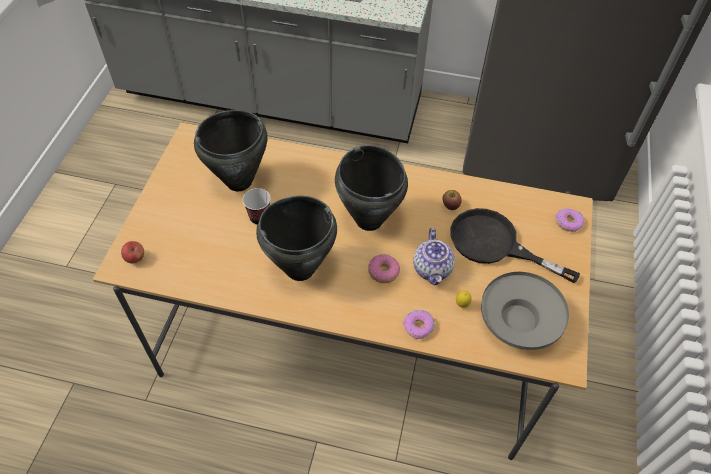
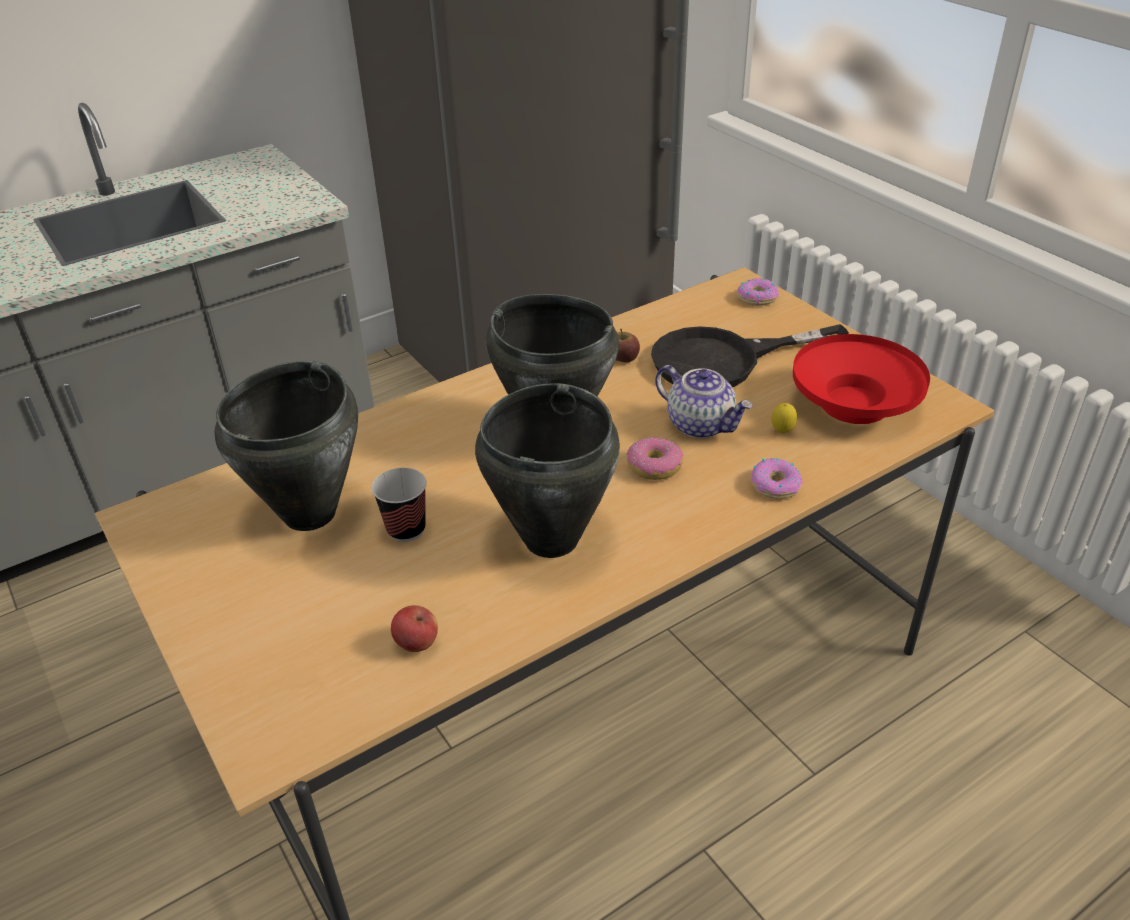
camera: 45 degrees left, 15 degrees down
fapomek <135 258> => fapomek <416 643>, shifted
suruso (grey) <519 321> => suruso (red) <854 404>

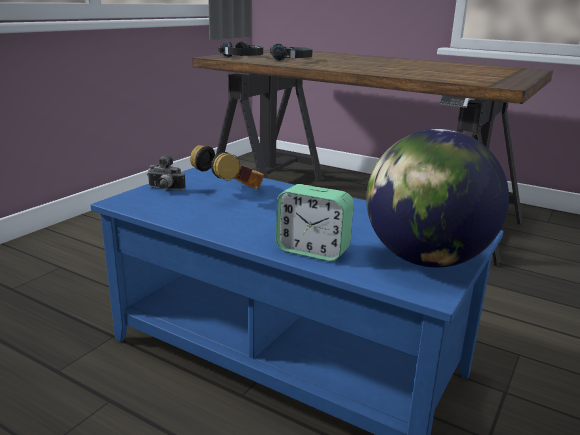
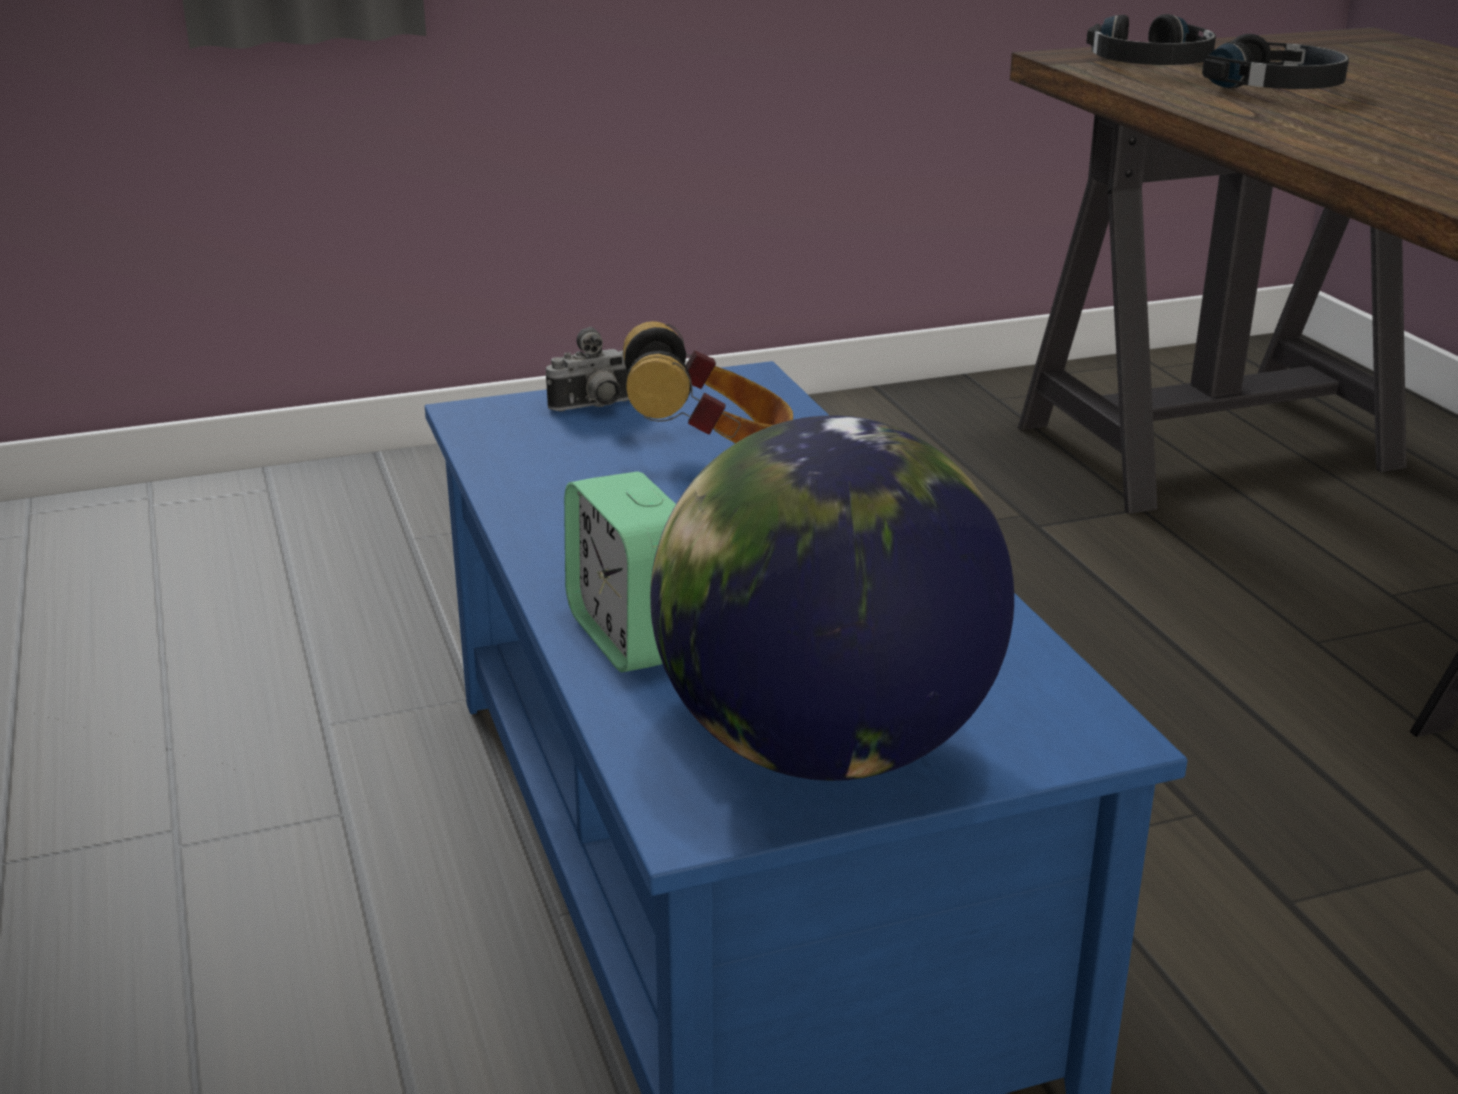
camera: 40 degrees right, 5 degrees up
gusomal <165 189> => gusomal <594 407>, 75 degrees counterclockwise

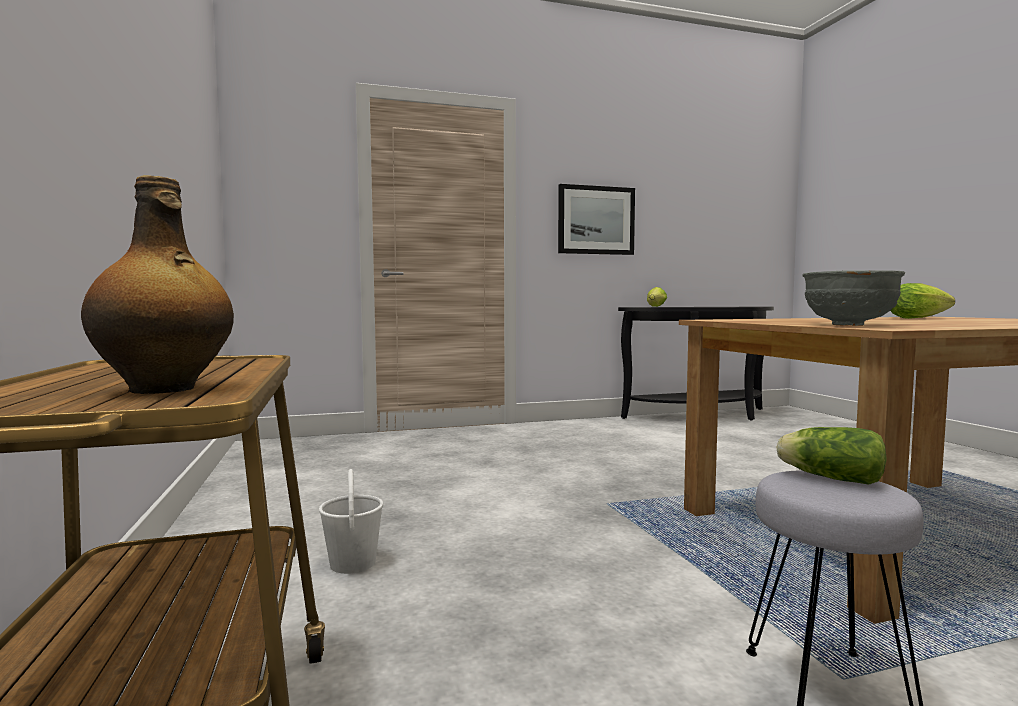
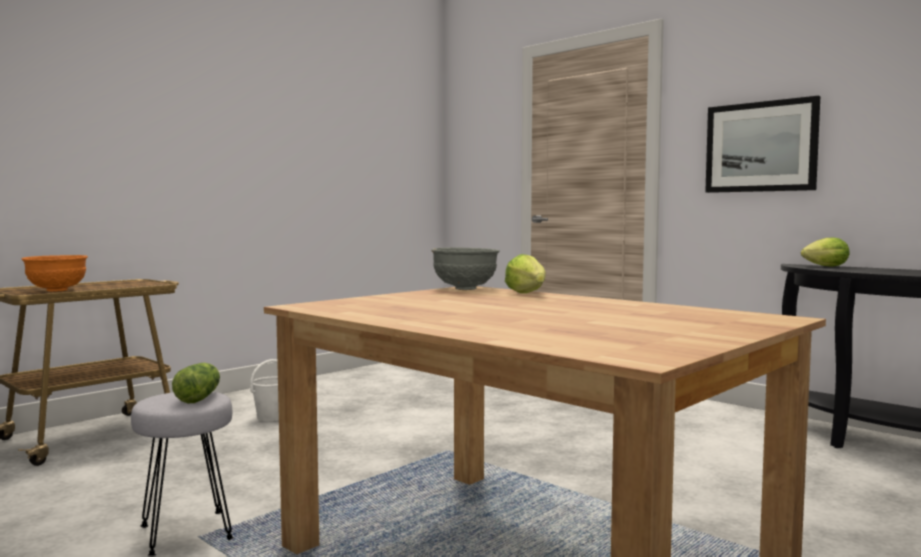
camera: 60 degrees right, 0 degrees up
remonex <164 389> => suruso (orange) <56 290>
suruso (grey) <849 325> => suruso (grey) <466 289>, shifted
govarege <920 318> => govarege <528 294>, shifted

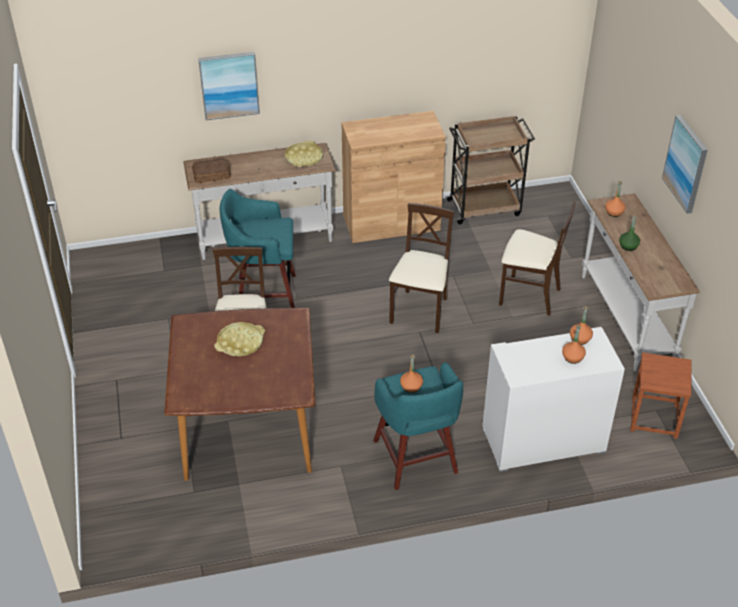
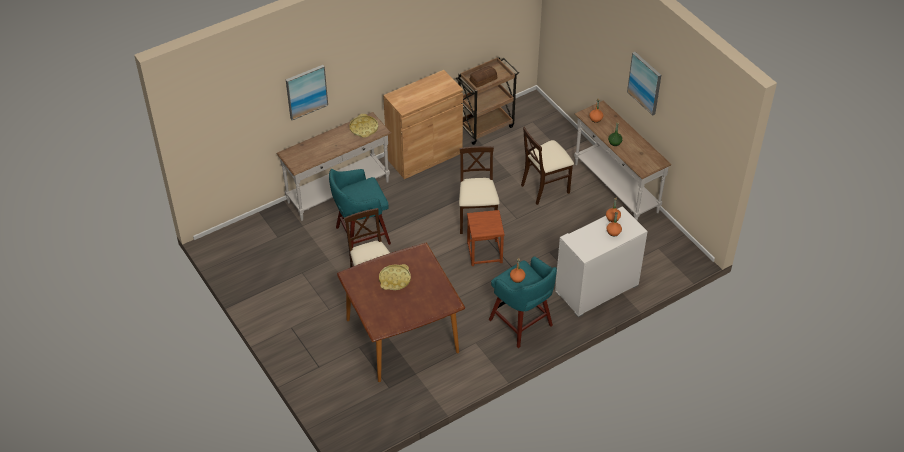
camera: 20 degrees left, 5 degrees up
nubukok <211 175> => nubukok <482 79>, shifted
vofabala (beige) <529 295> => vofabala (beige) <545 188>, 150 degrees clockwise
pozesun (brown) <653 417> => pozesun (brown) <484 252>, shifted

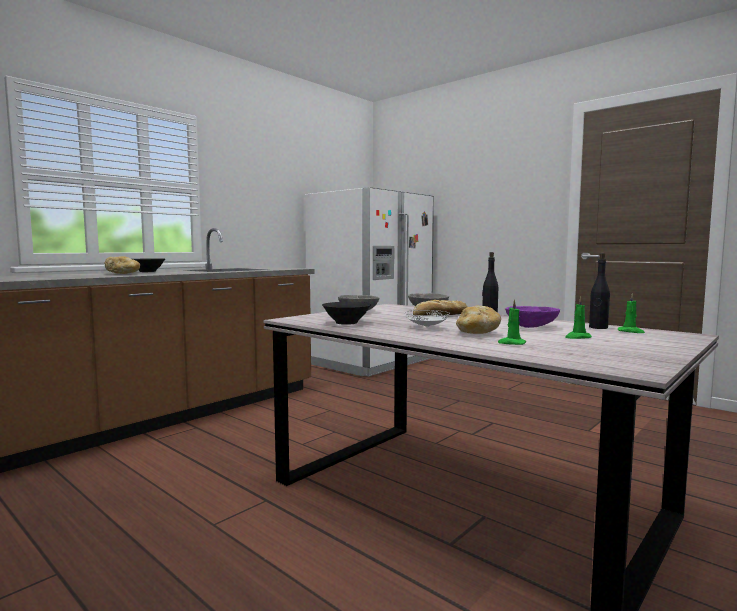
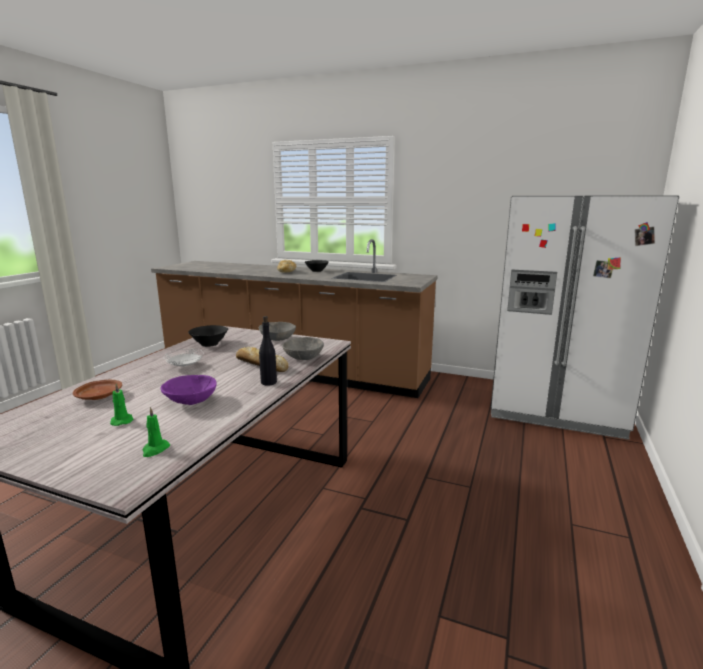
camera: 70 degrees right, 10 degrees up
nubukok <478 333> => nothing
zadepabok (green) <511 343> => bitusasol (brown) <99 396>
remonex (black) <598 327> => nothing

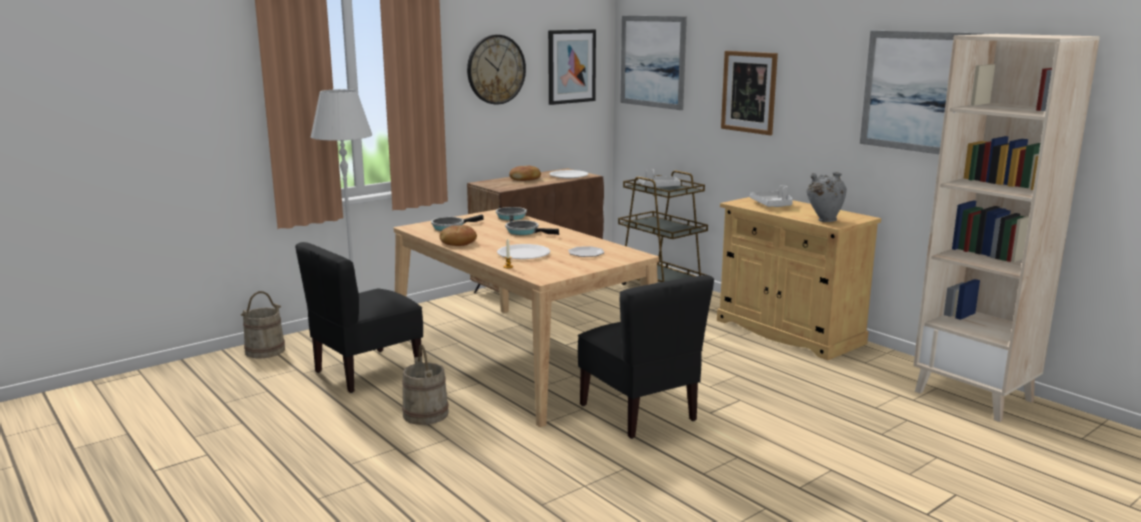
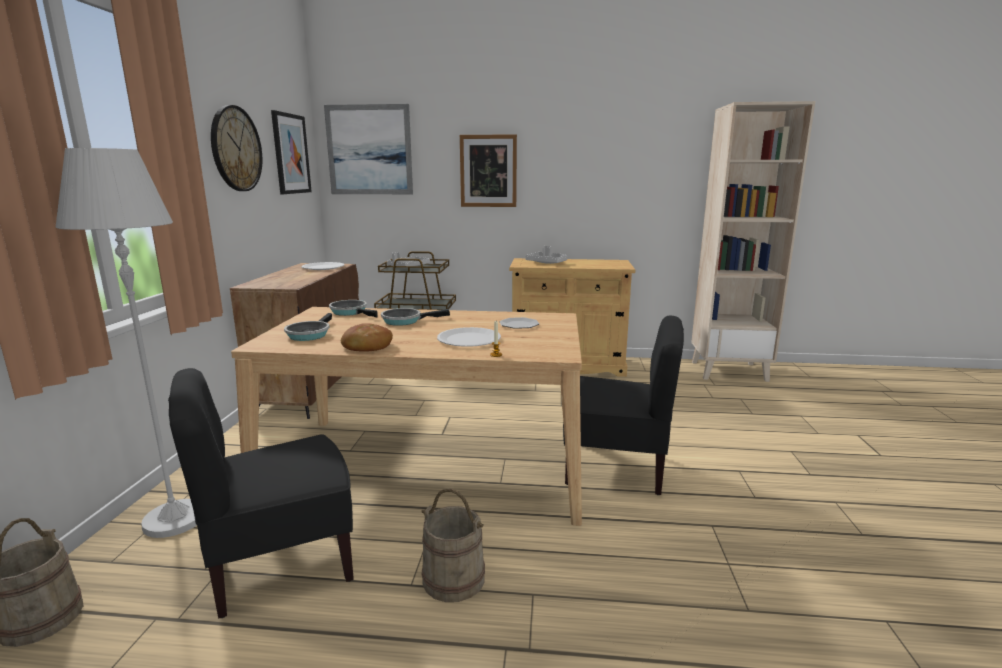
camera: 45 degrees left, 0 degrees up
vofabala (black) <367 372> => vofabala (black) <280 564>, 60 degrees clockwise
nubukok <525 179> => nothing
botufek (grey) <824 220> => nothing
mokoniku <918 92> => nothing

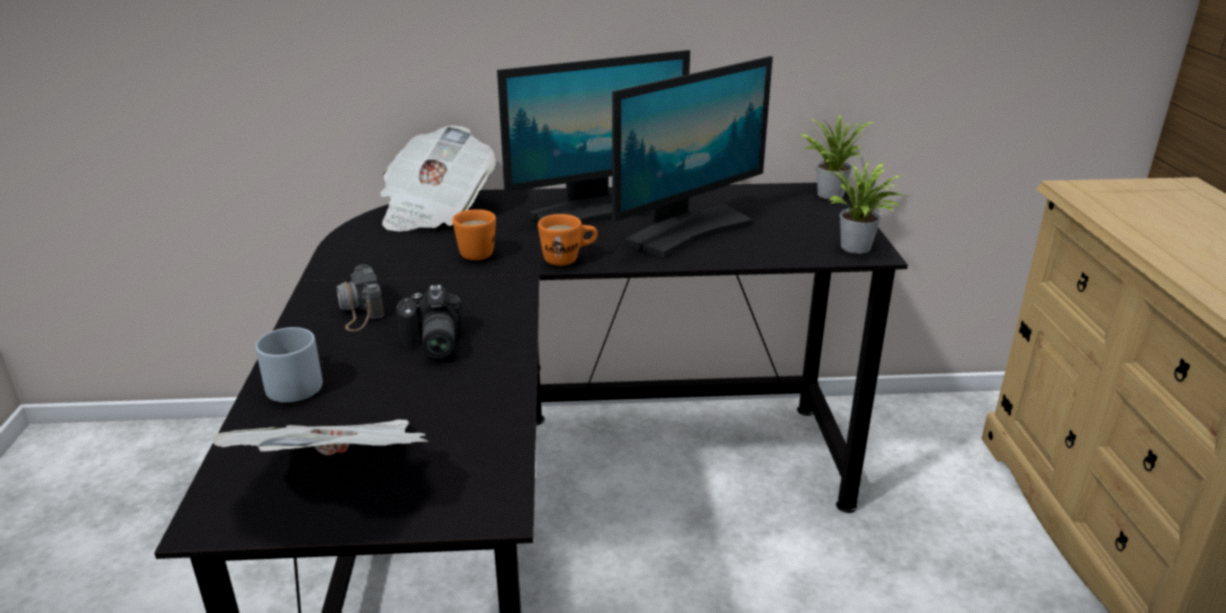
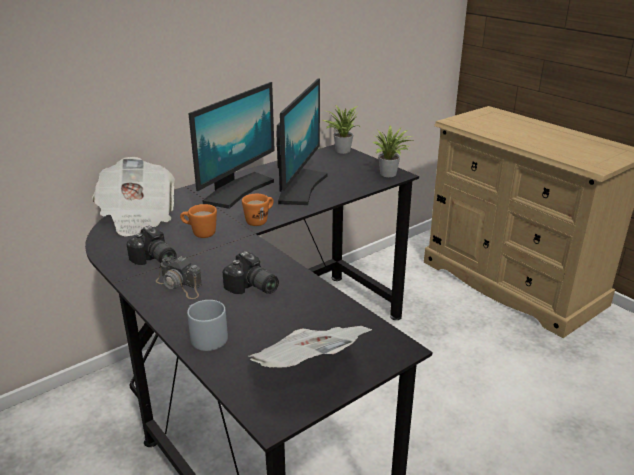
camera: 35 degrees left, 0 degrees up
nothing => gusomal <154 260>

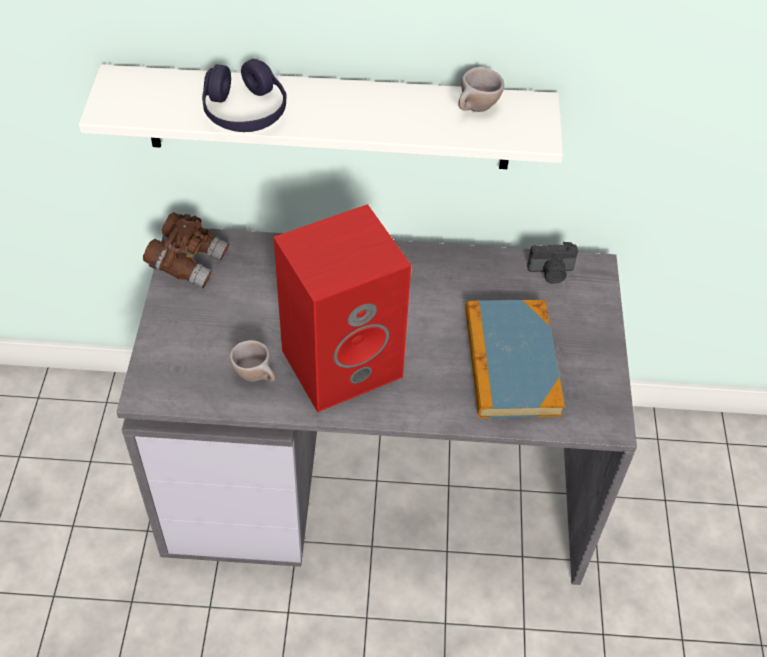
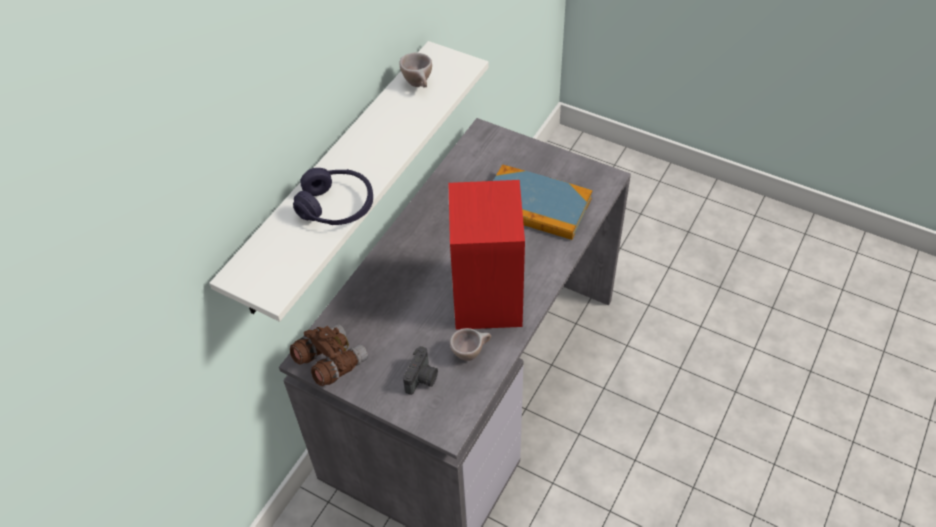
camera: 60 degrees left, 0 degrees up
gusomal <551 273> => gusomal <422 379>, shifted

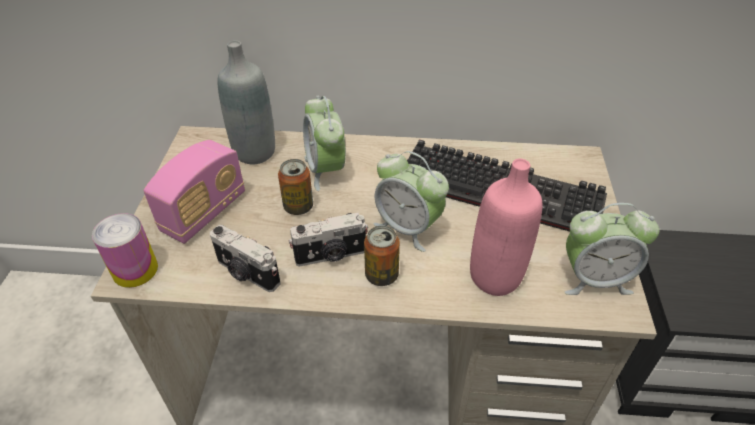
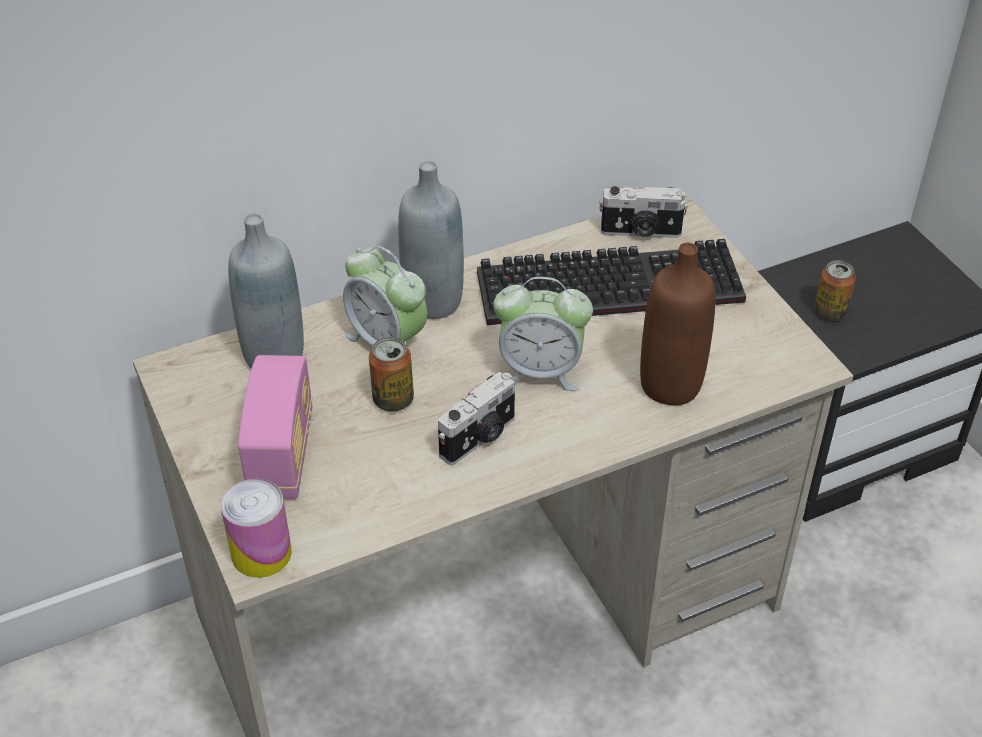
camera: 30 degrees left, 0 degrees up
gusomal <247 273> => gusomal <641 232>, shifted
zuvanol <381 275> => zuvanol <830 312>, shifted
remonex (pink) <495 277> => remonex (brown) <670 385>
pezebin <594 278> => nothing
nothing => remonex (grey) <433 301>

